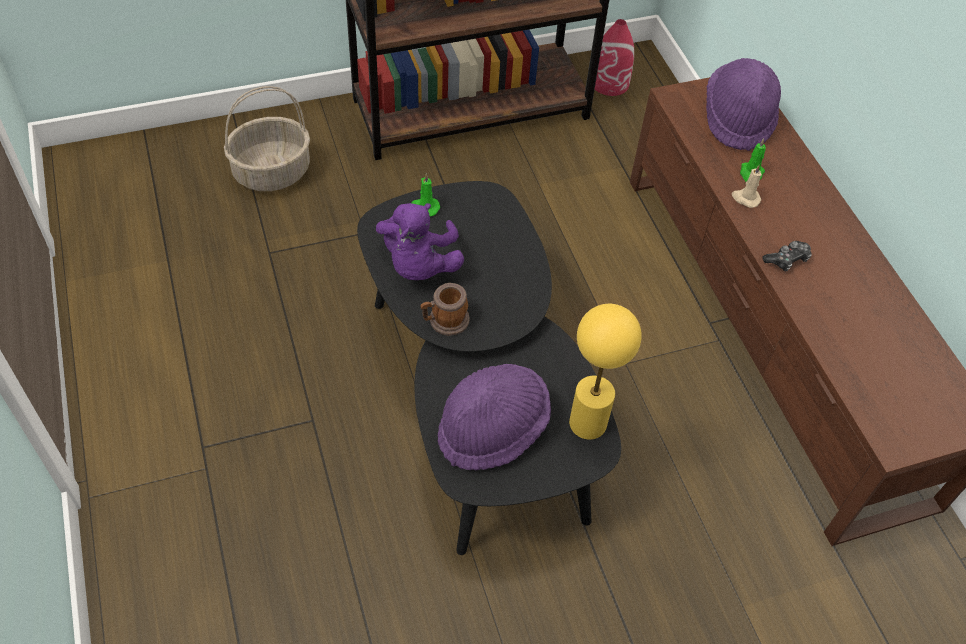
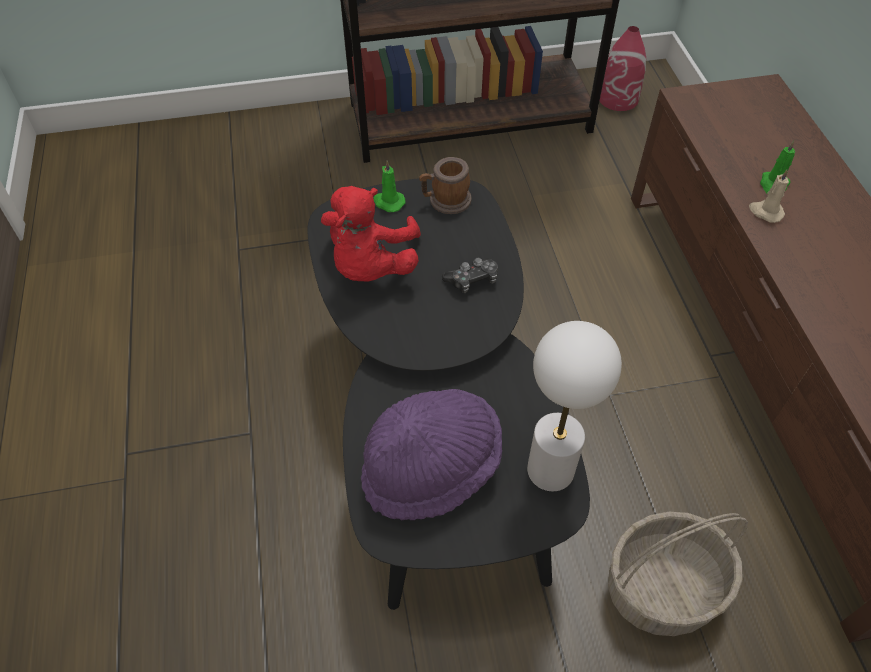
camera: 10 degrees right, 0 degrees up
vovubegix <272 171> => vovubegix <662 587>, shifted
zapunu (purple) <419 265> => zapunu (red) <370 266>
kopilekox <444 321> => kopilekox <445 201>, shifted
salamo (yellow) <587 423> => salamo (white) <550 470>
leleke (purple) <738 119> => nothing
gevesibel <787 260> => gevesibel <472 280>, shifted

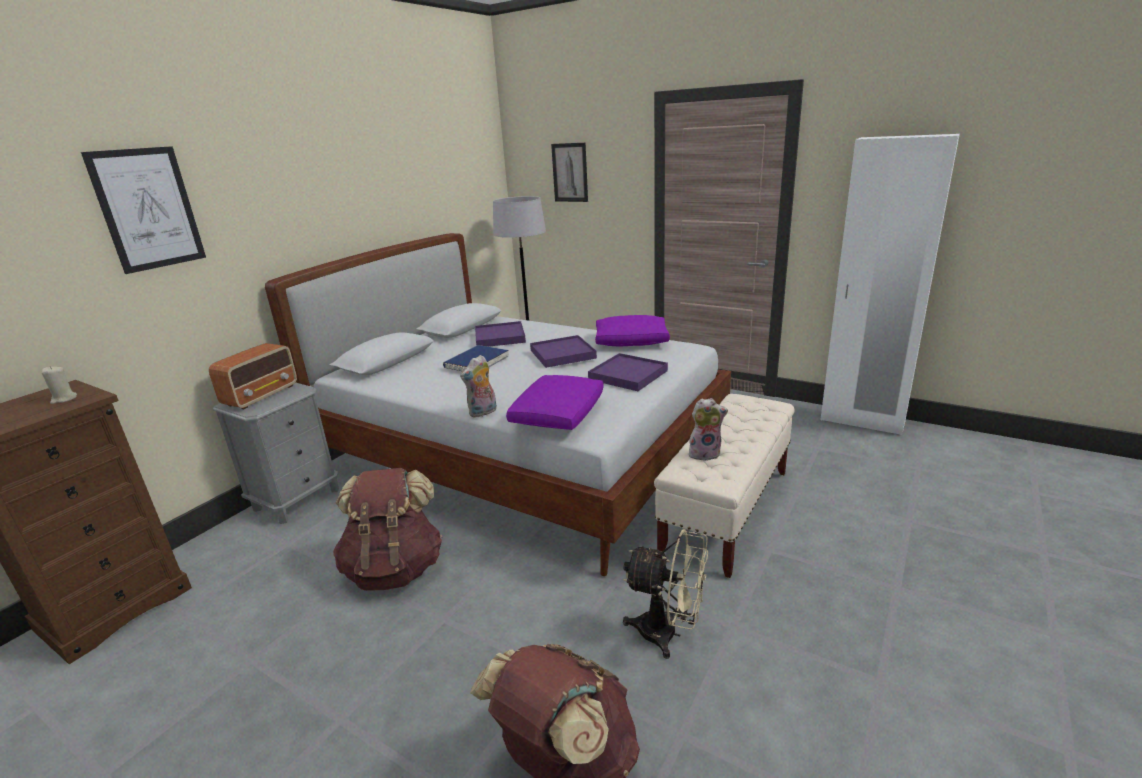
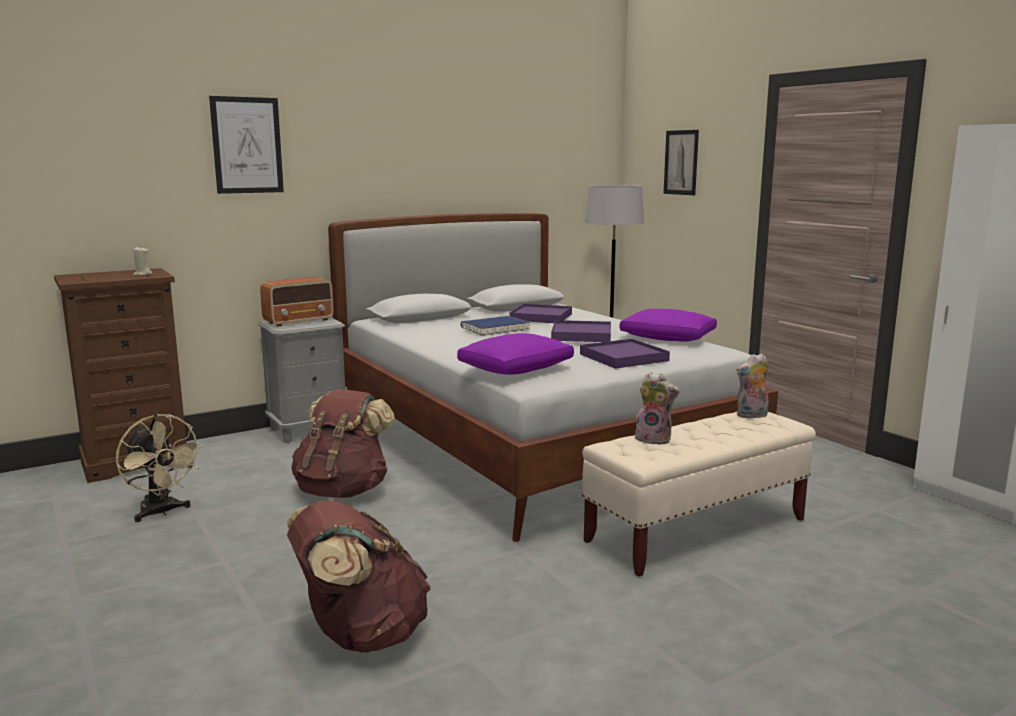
camera: 25 degrees right, 10 degrees down
zapunu <483 413> => zapunu <752 416>, shifted
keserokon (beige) <668 633> => keserokon (beige) <161 512>, shifted

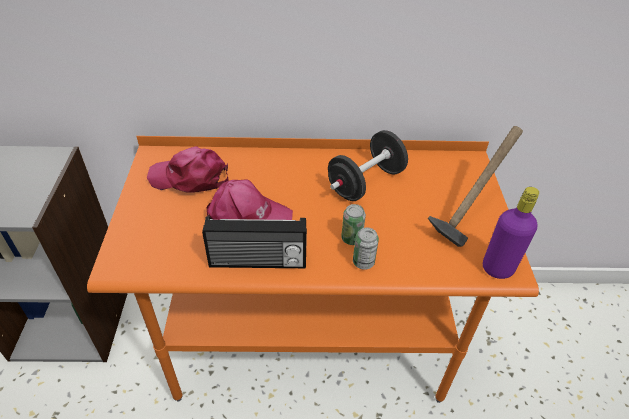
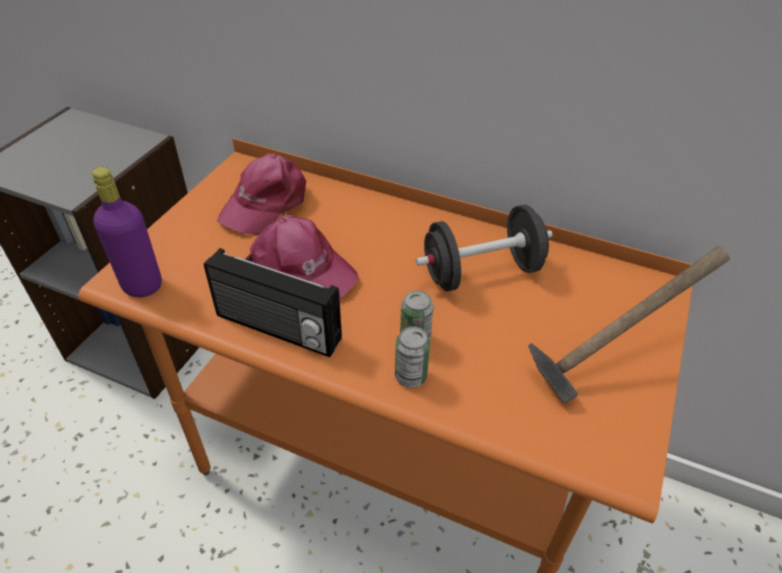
camera: 25 degrees right, 0 degrees up
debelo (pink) <190 177> => debelo (pink) <266 203>, 90 degrees counterclockwise
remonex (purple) <497 268> => remonex (purple) <142 285>, shifted

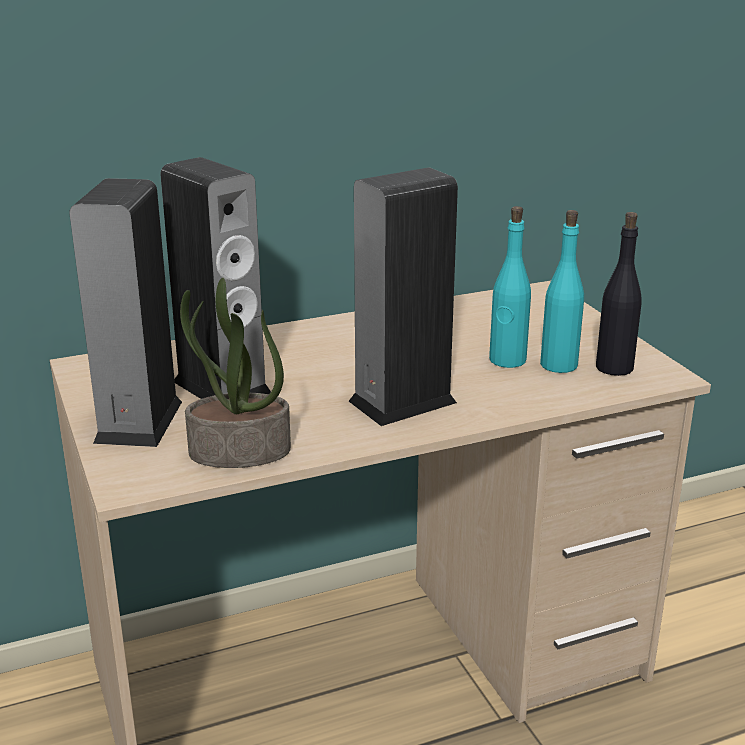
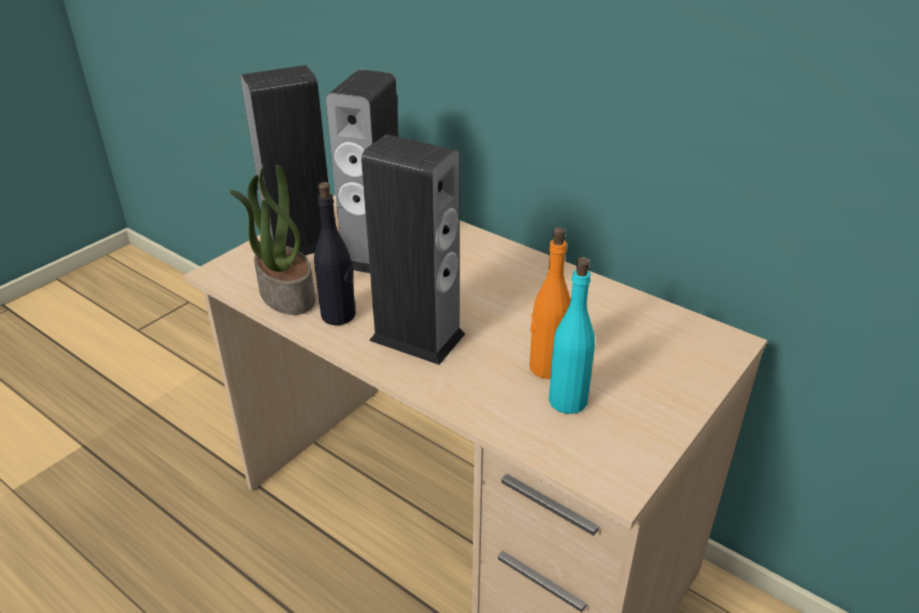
camera: 60 degrees right, 10 degrees up
remonex (turquoise) <507 360> => remonex (orange) <547 367>
remonex (black) <614 367> => remonex (black) <339 315>, shifted

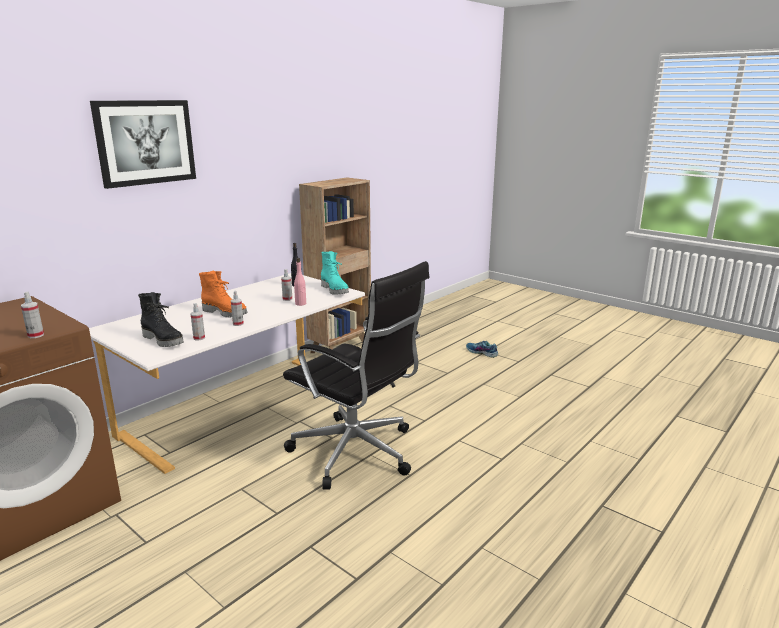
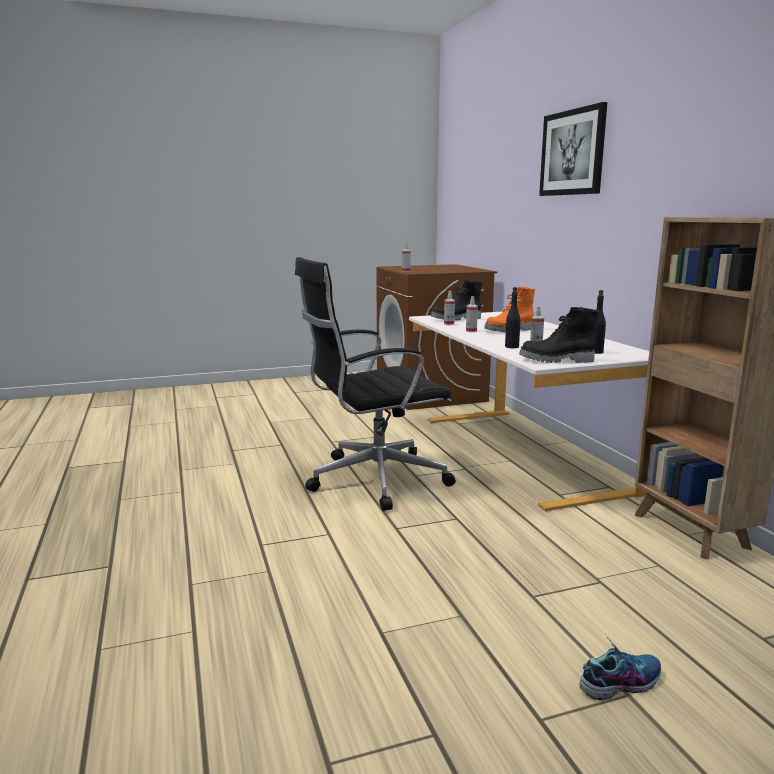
camera: 120 degrees right, 5 degrees down
remonex (pink) <300 304> => remonex (black) <511 347>
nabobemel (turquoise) <335 290> => nabobemel (black) <556 360>

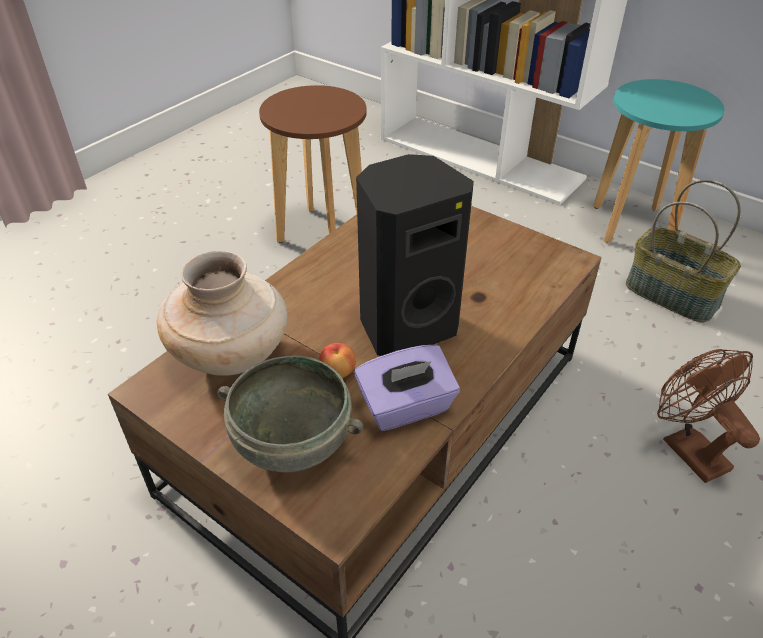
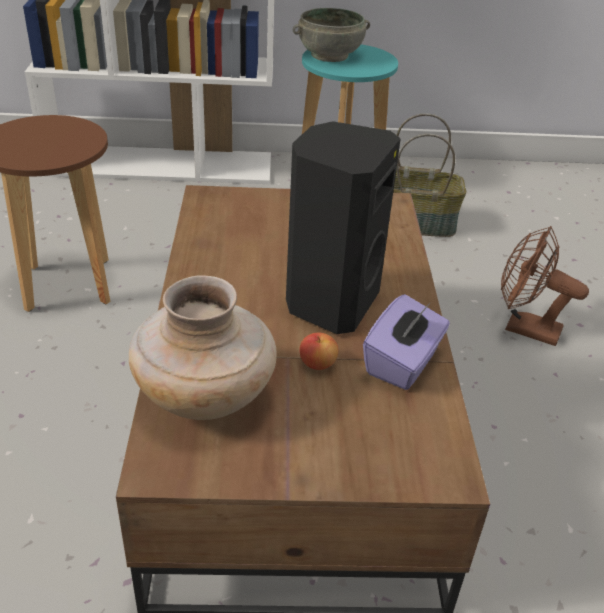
camera: 40 degrees left, 5 degrees down
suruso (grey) <292 444> => suruso (grey) <330 55>, shifted

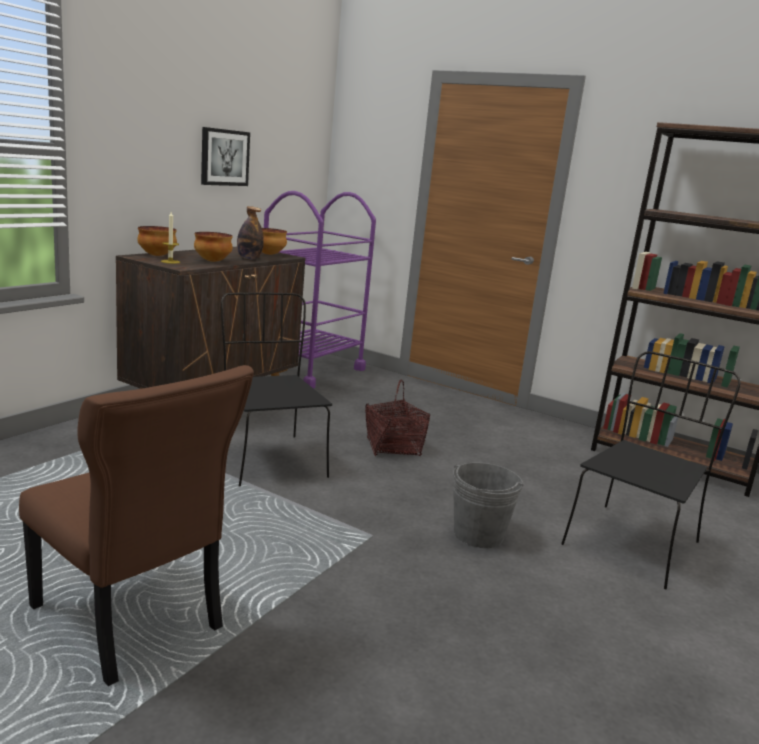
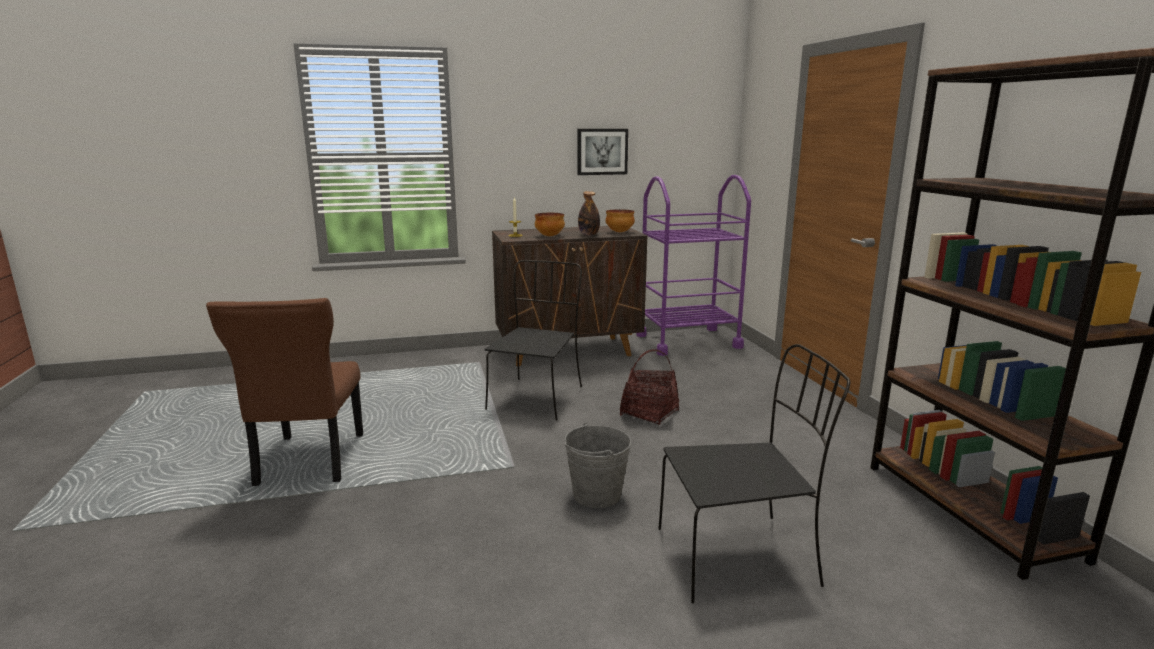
camera: 45 degrees right, 0 degrees up
suruso <157 255> => nothing

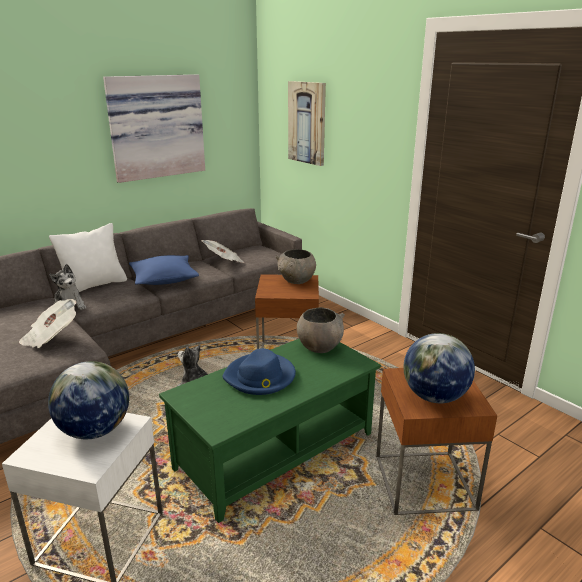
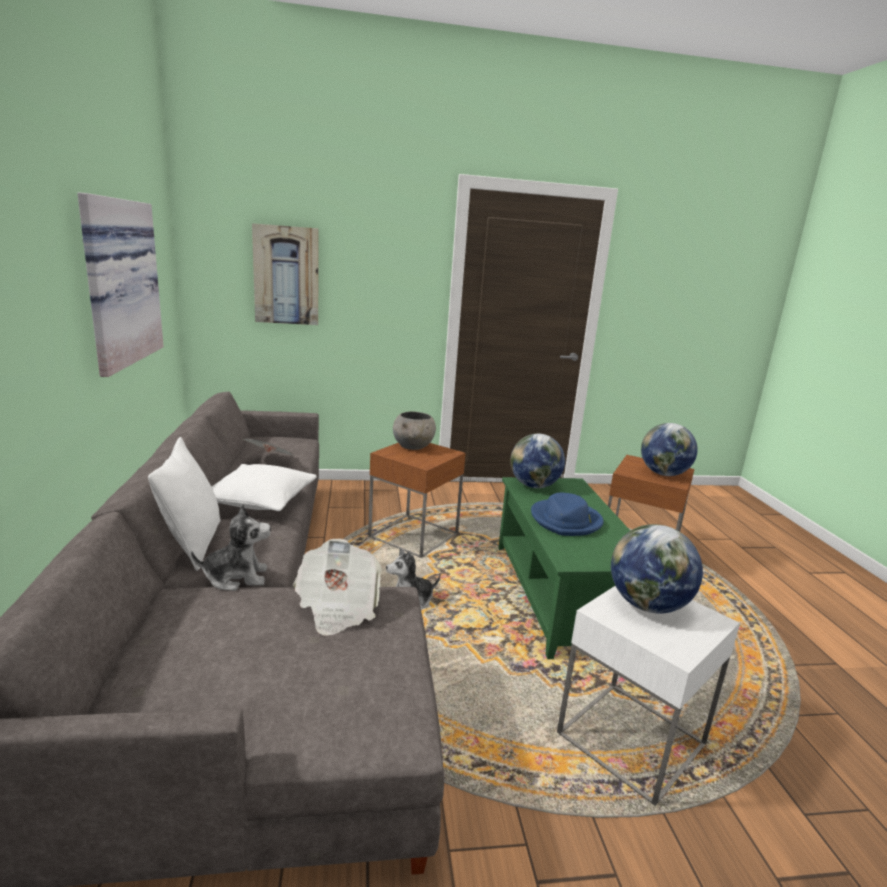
camera: 60 degrees left, 5 degrees down
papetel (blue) <164 279> => papetel (white) <260 501>
suruso (grey) <319 347> => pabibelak <534 486>

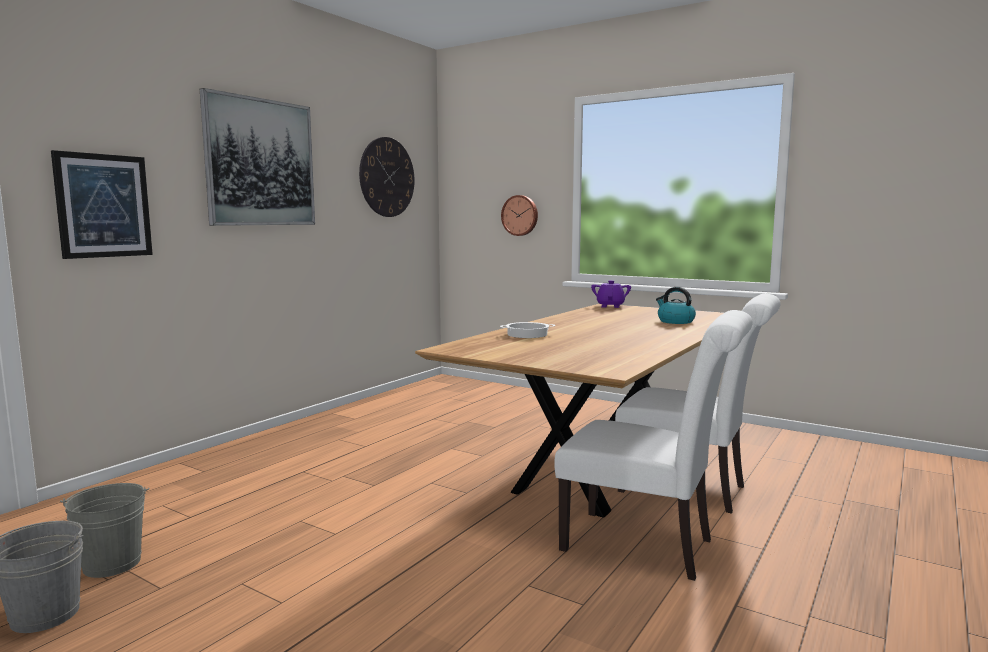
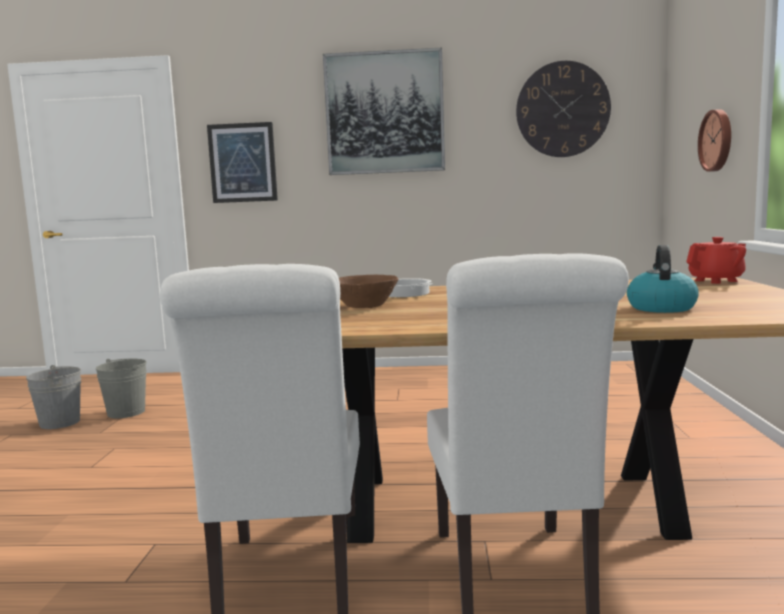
camera: 60 degrees right, 0 degrees up
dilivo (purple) <610 306> => dilivo (red) <716 281>
nothing => suruso (brown) <364 306>

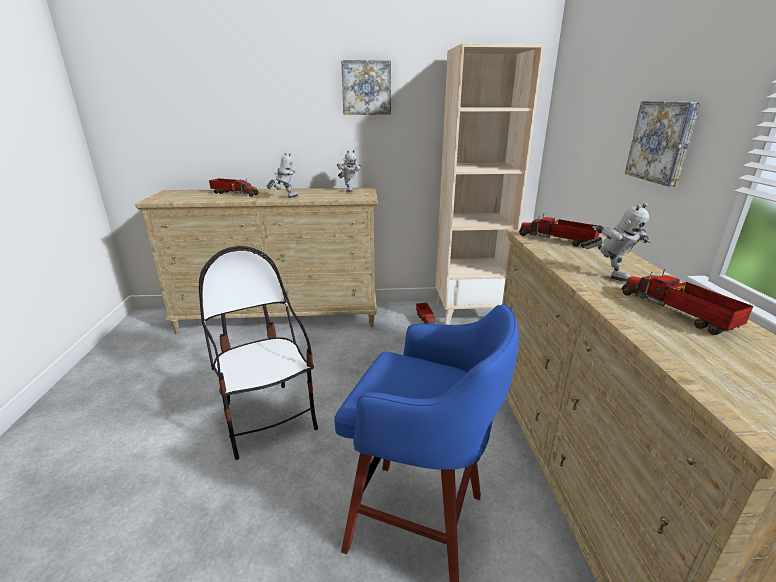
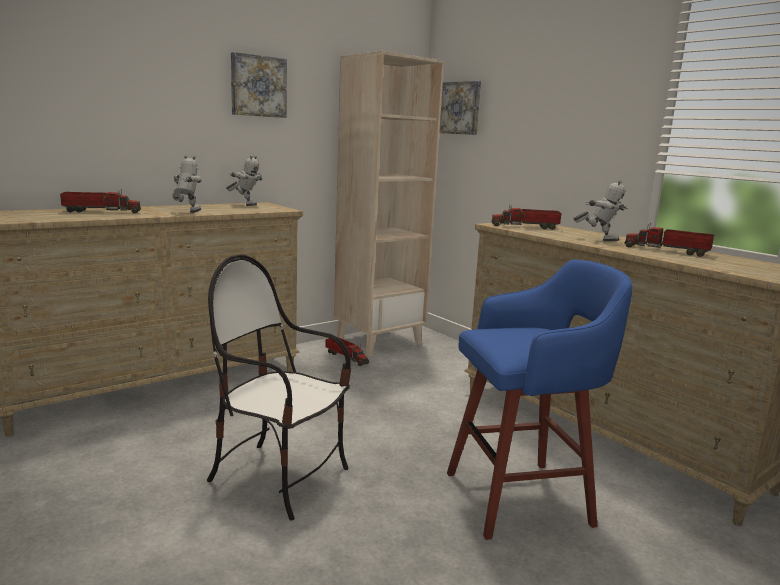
camera: 35 degrees left, 10 degrees down
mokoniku <662 142> => mokoniku <461 108>, shifted

